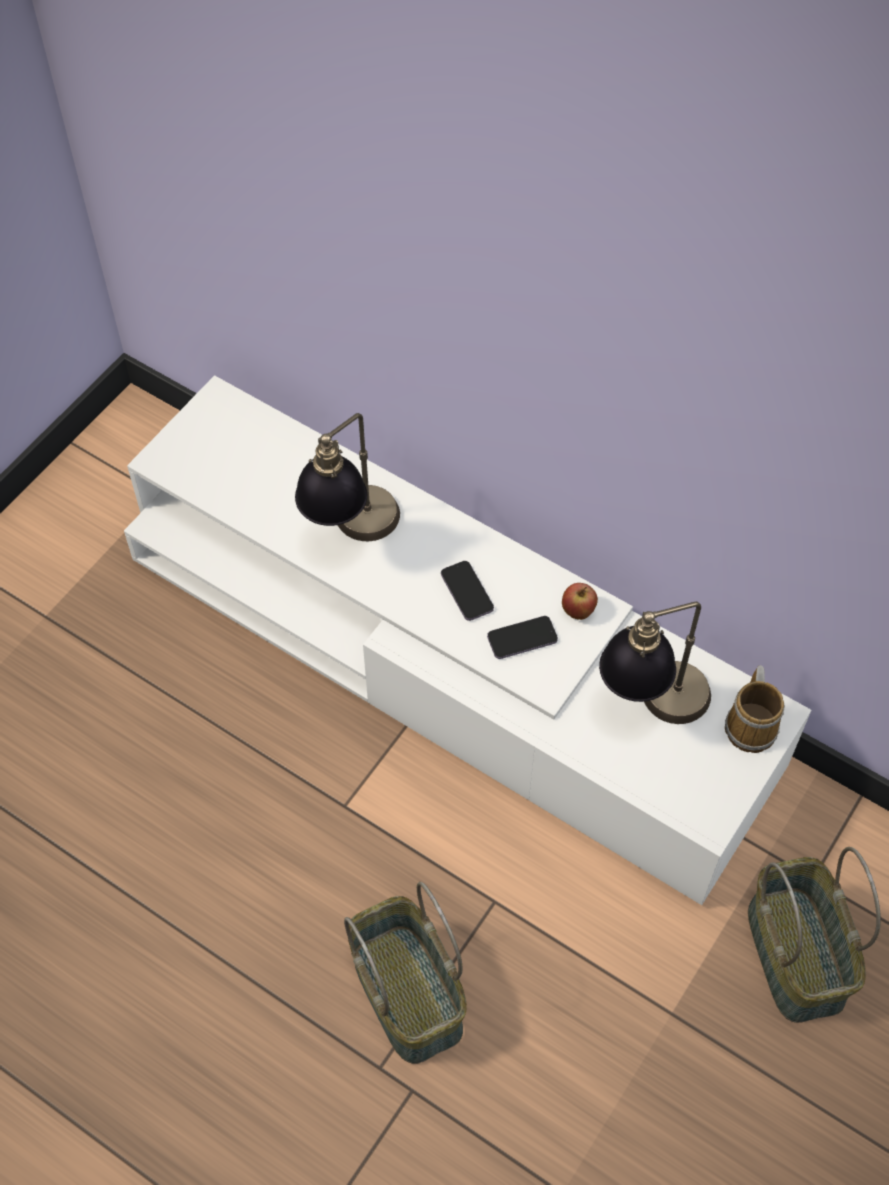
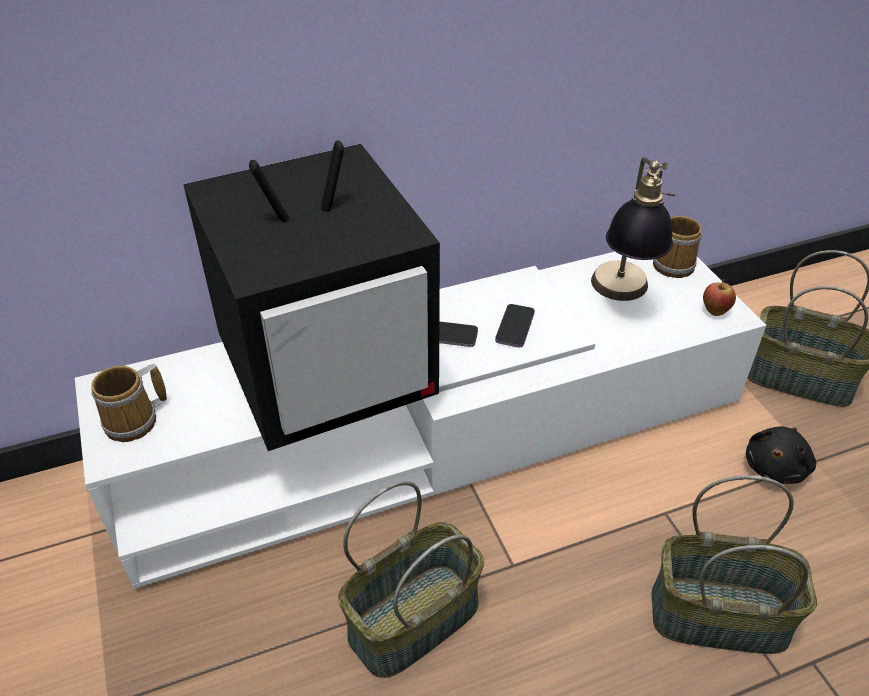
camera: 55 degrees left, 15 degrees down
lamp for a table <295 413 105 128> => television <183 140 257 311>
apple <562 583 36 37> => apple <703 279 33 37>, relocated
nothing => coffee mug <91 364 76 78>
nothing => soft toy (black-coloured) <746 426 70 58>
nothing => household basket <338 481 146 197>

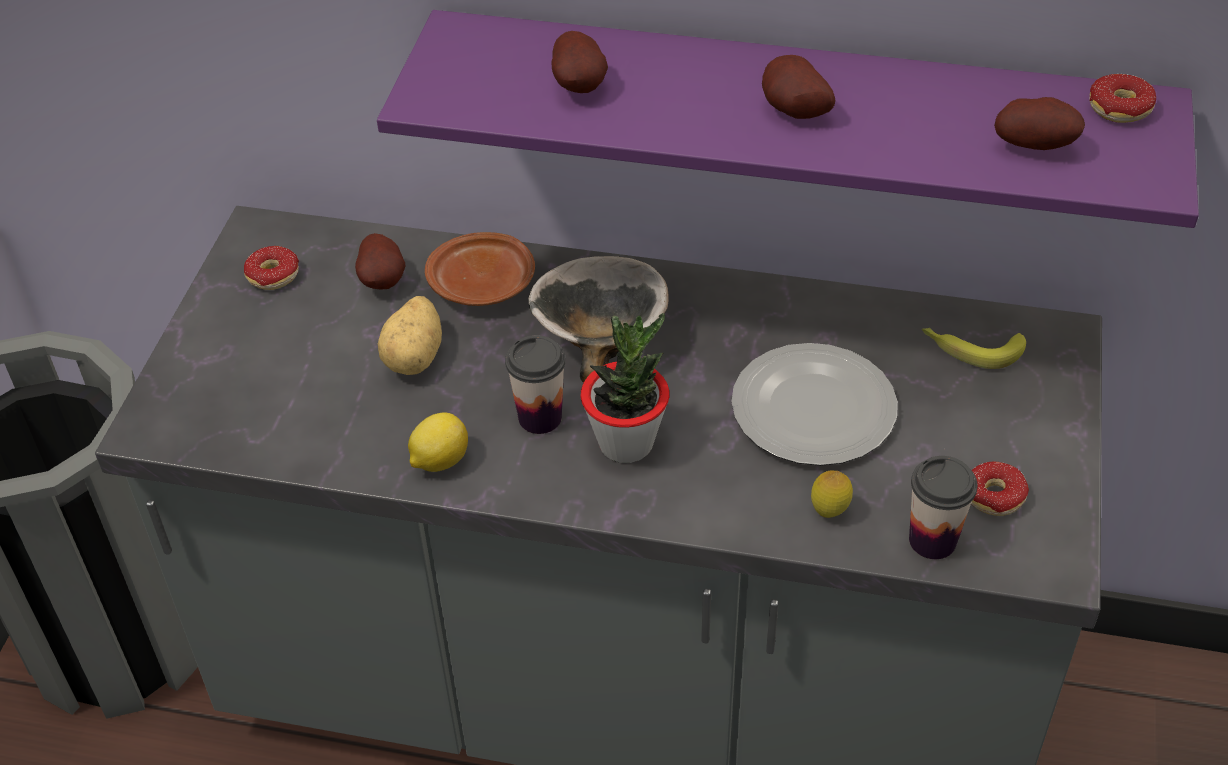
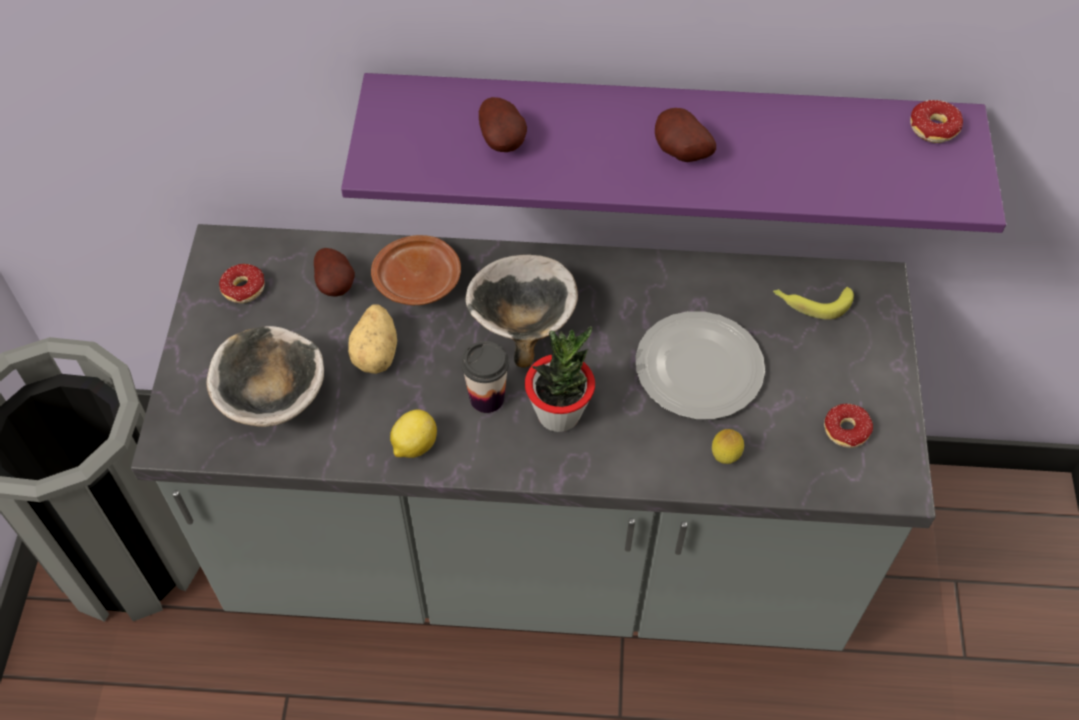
camera: 10 degrees left, 10 degrees up
spud <994 97 91 53> => nothing
small cup <909 456 68 103> => nothing
nothing => deep dish <206 326 118 101>

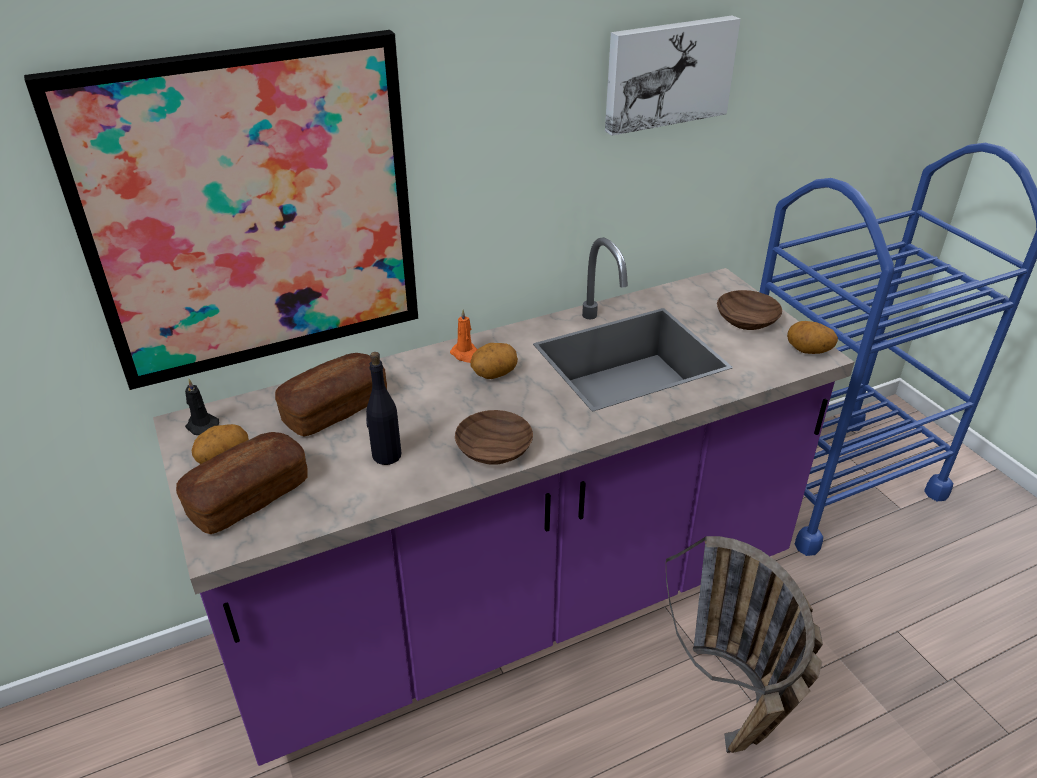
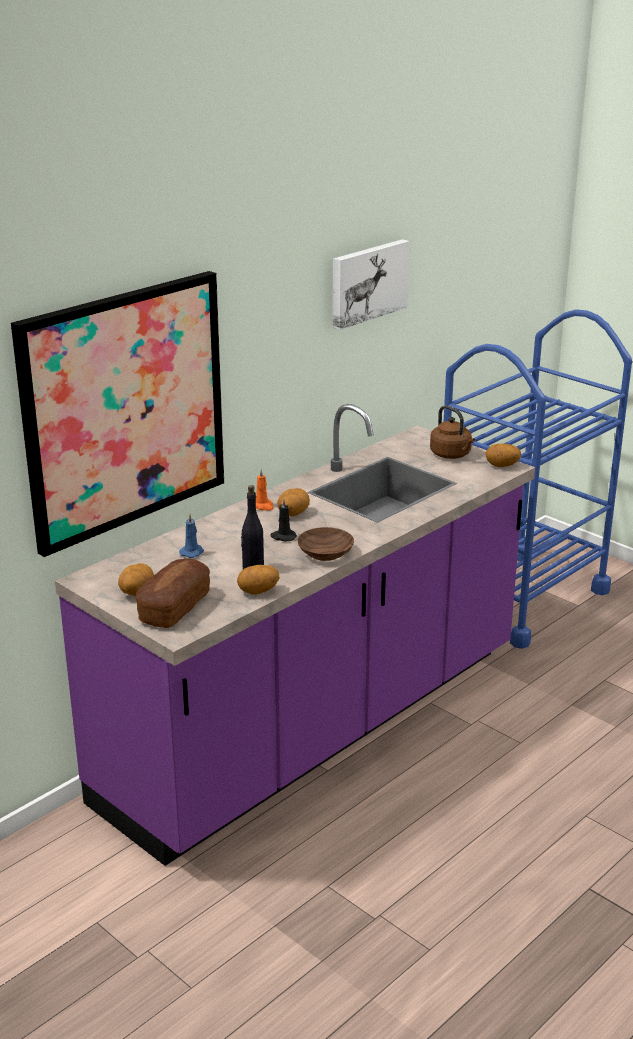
camera: 20 degrees left, 10 degrees down
deep dish (brownish) <717 290 65 40> => tea kettle (brownish) <430 405 45 54>
bread <275 353 112 83> => wax light (blue) <179 514 25 44>
wax light (black-coloured) <185 379 34 56> => wax light (black-coloured) <271 498 26 44>, relocated
household basket <666 536 157 217> => nothing
nothing => spud <237 565 43 30>

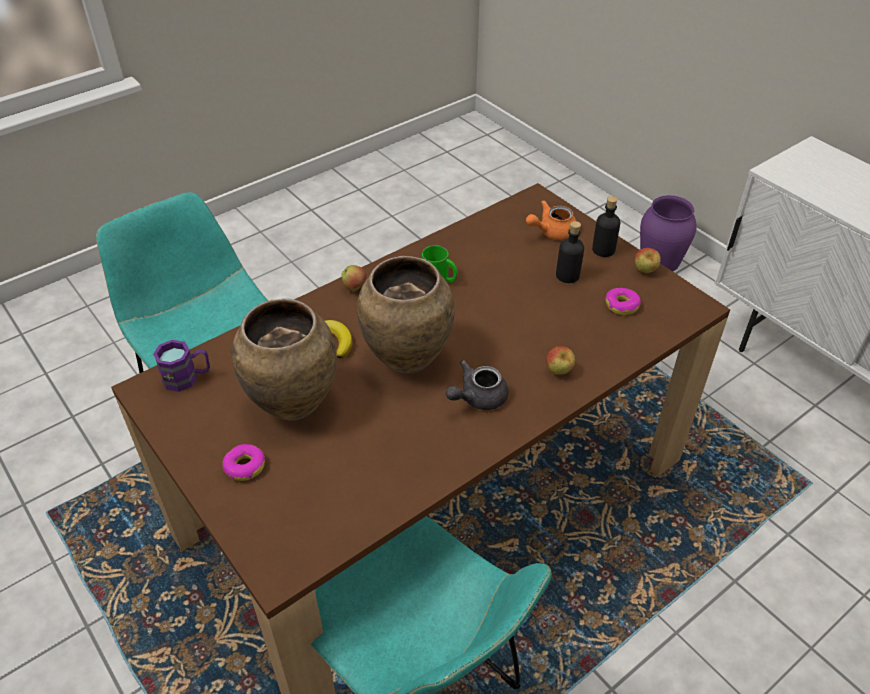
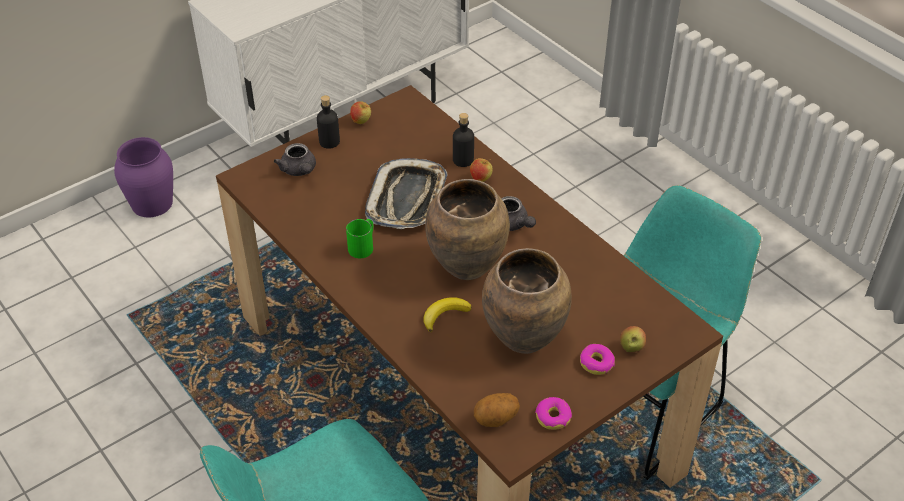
camera: 90 degrees left, 0 degrees up
teapot (orange-coloured) <526 200 50 40> => teapot (gray) <274 143 42 33>
beverage bottle (black-coloured) <556 221 28 62> => beverage bottle (black-coloured) <453 113 21 54>, relocated
apple <341 265 25 26> => apple <620 326 26 26>, relocated
donut <606 288 35 27> => donut <535 397 37 33>, relocated
coffee mug (purplish) <153 340 57 52> => spud <474 393 46 34>
nothing => carrying tray <365 158 83 71>

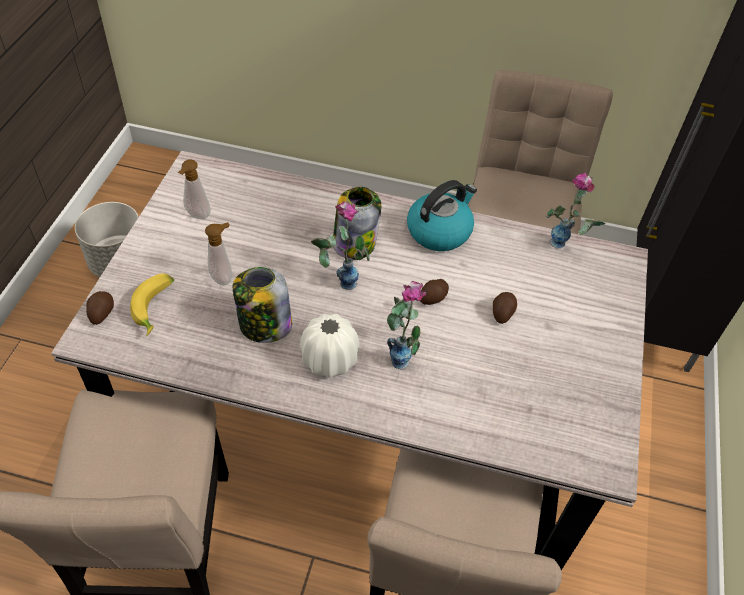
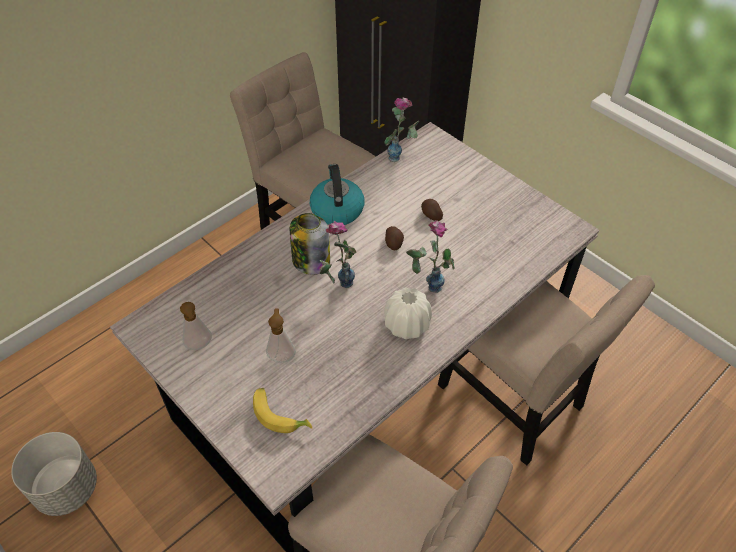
camera: 55 degrees left, 0 degrees up
preserve jar <233 267 59 76> => nothing
spud <86 291 28 34> => nothing

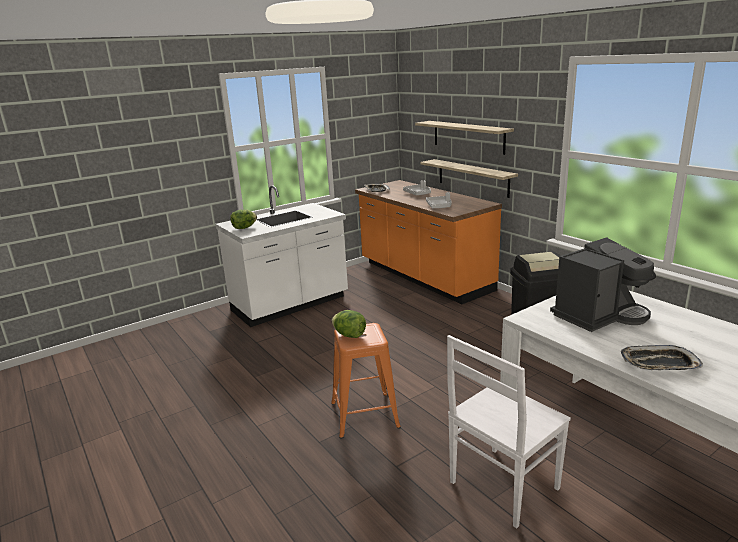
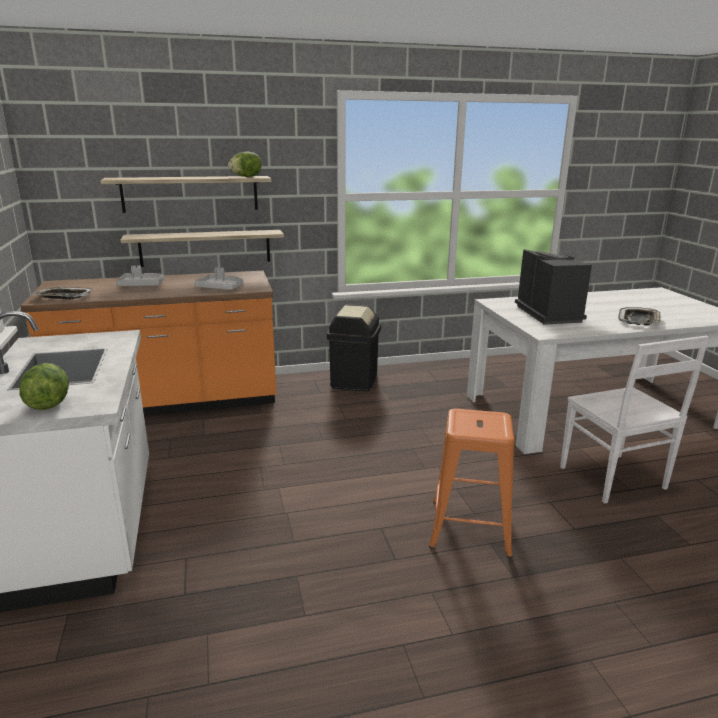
camera: 70 degrees left, 0 degrees up
lettuce head <332 310 34 28> => lettuce head <228 152 33 25>, relocated

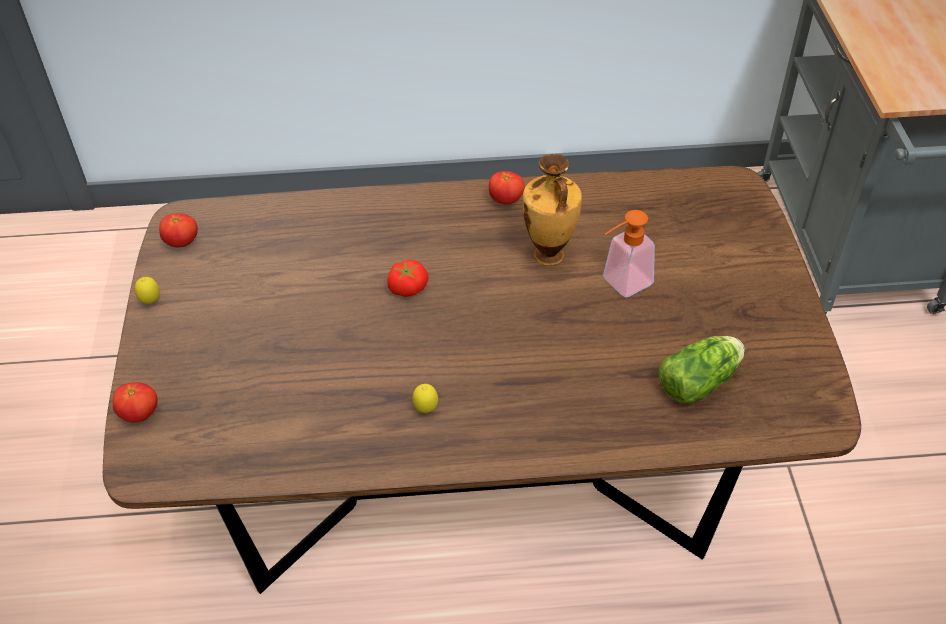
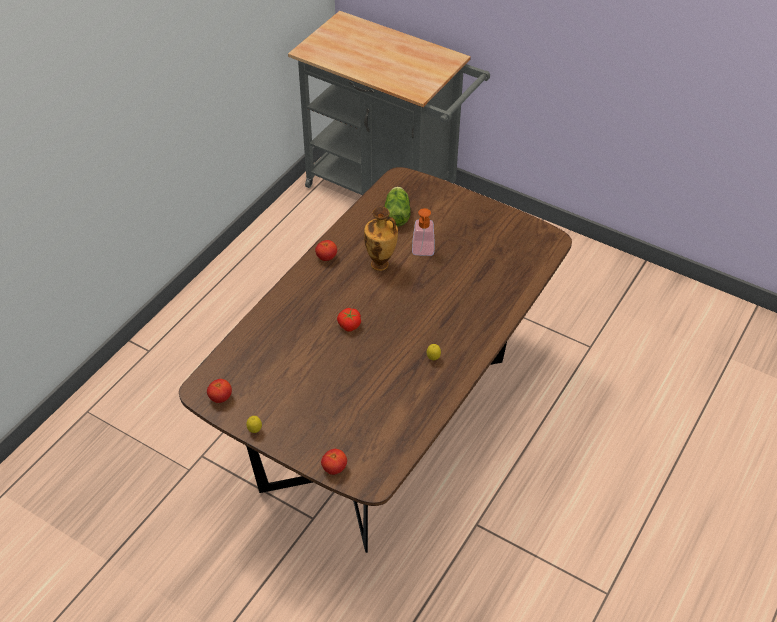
camera: 55 degrees left, 0 degrees up
lettuce head <659 336 86 67> => lettuce head <384 187 27 40>, relocated

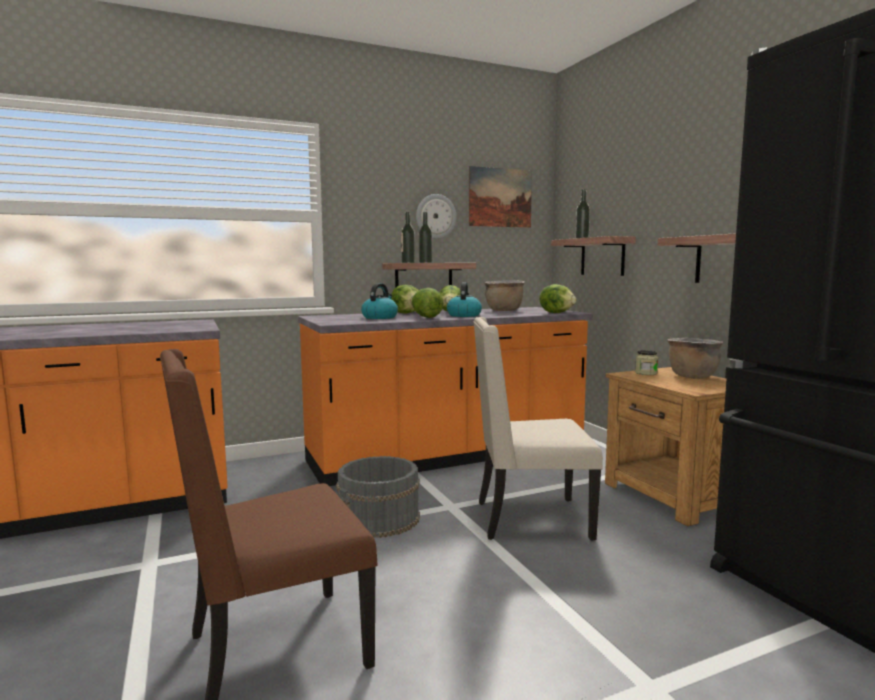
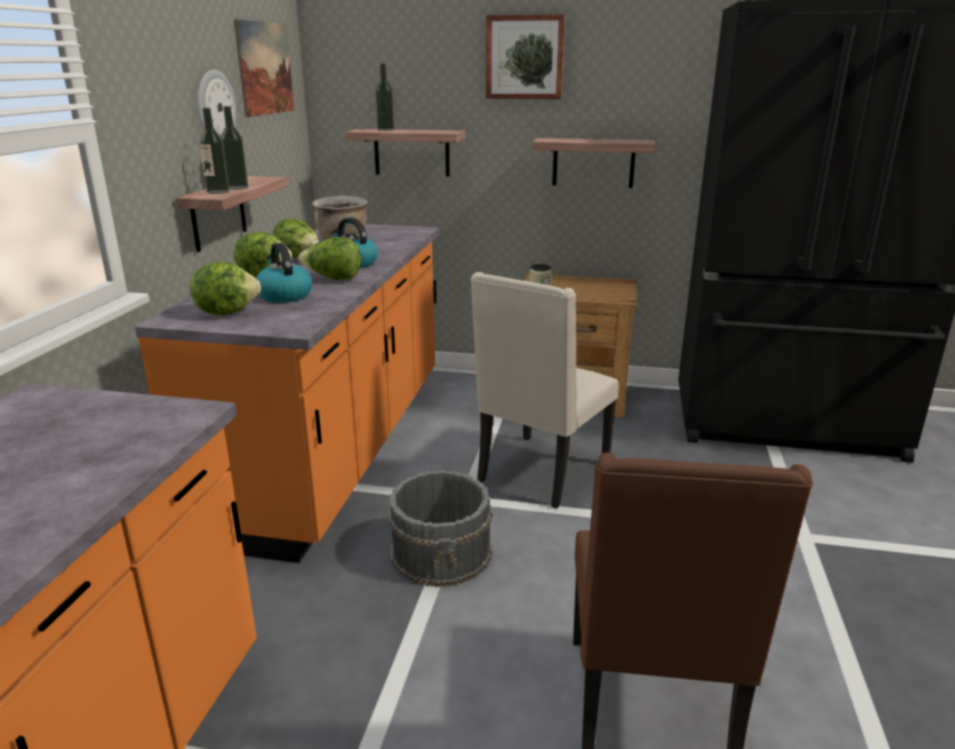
camera: 55 degrees left, 15 degrees up
lettuce head <539 284 37 29> => lettuce head <190 262 71 53>, relocated
saucepot (brownish) <667 338 56 41> => nothing
nothing => wall art <486 14 79 85>

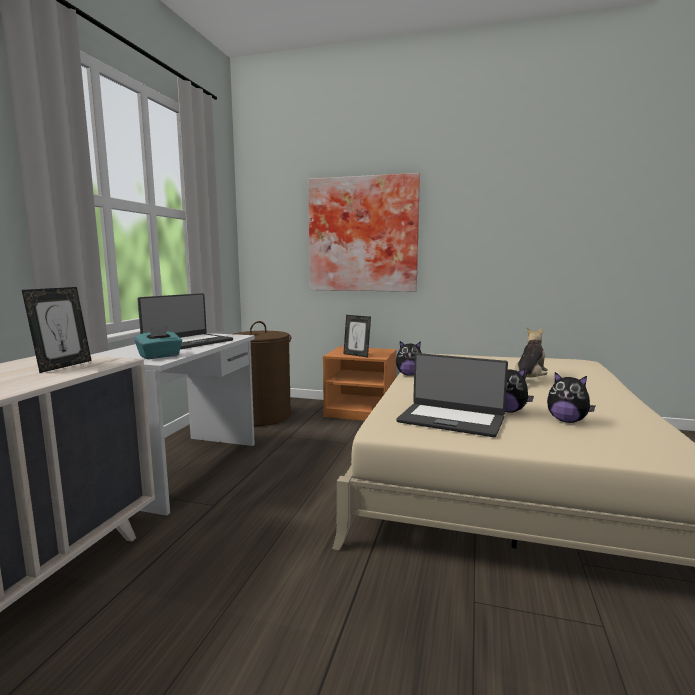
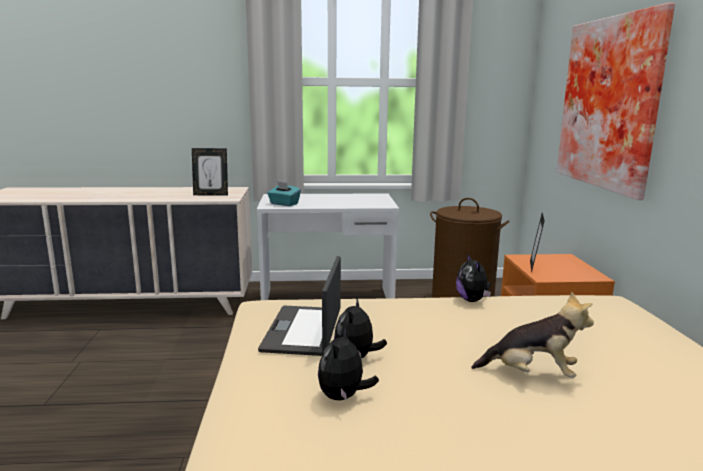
camera: 70 degrees right, 5 degrees up
notebook computer <138 293 95 56> => nothing

